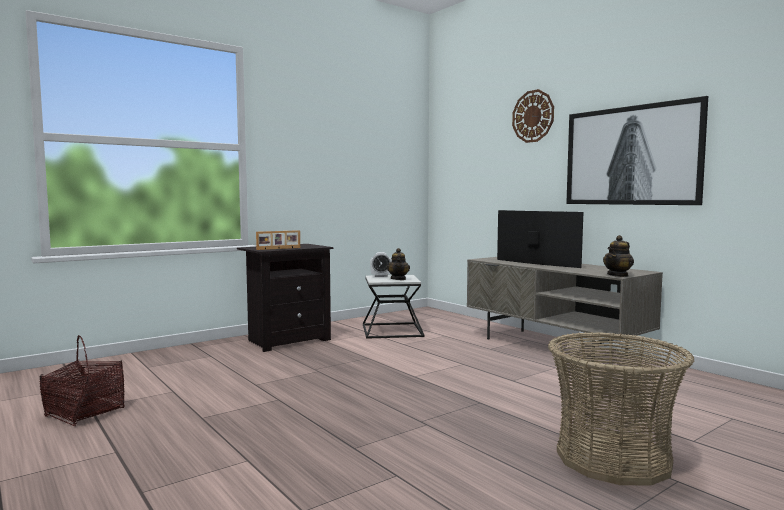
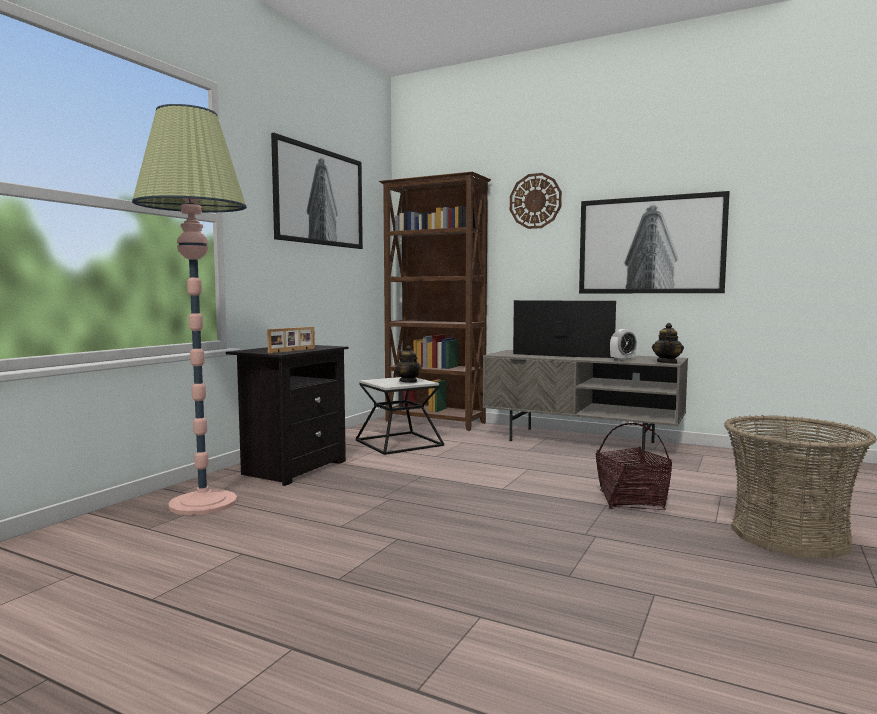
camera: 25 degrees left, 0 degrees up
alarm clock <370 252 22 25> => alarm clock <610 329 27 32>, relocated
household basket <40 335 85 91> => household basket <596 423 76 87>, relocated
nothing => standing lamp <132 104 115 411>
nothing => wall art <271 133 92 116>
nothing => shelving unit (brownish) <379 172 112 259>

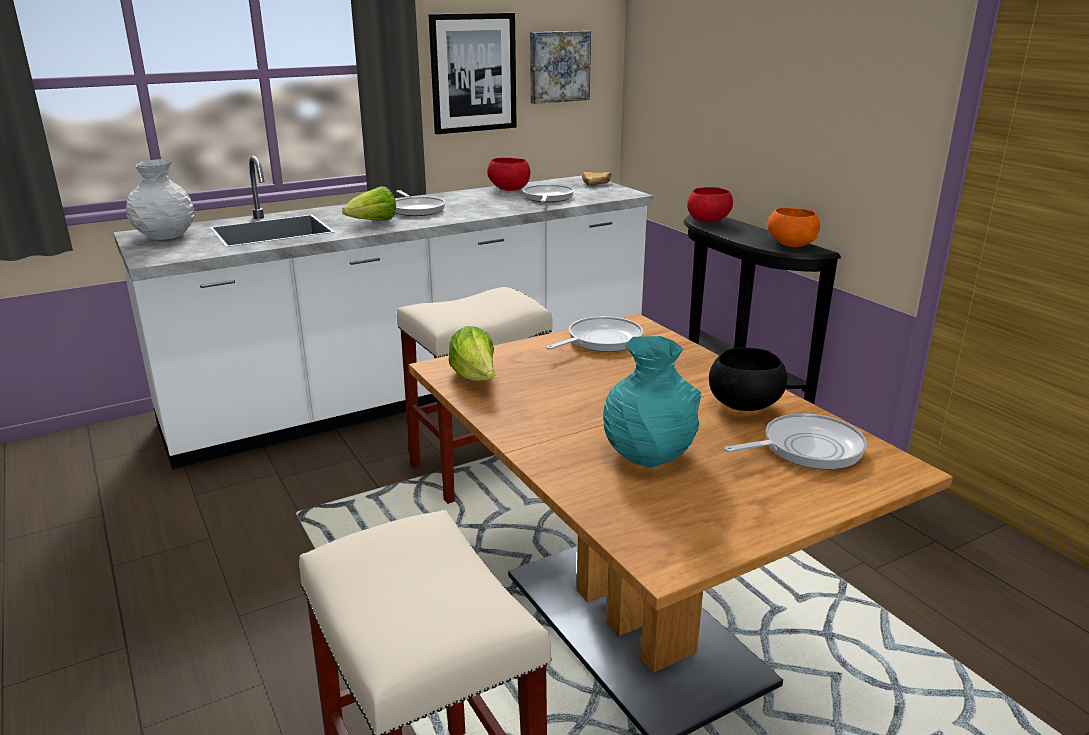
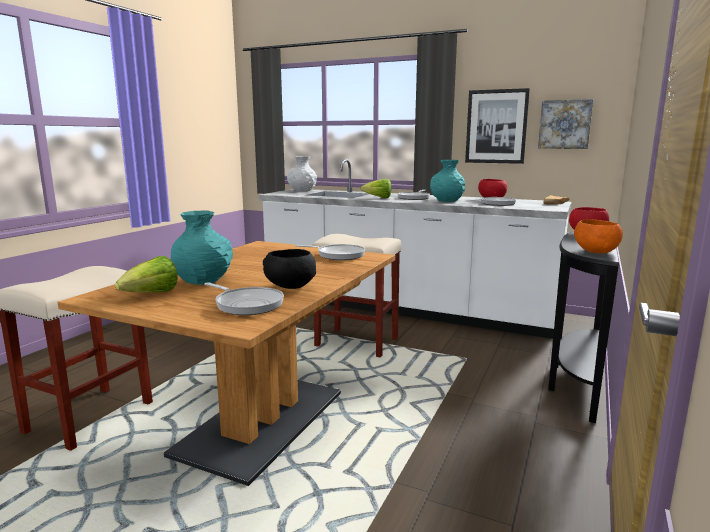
camera: 55 degrees right, 10 degrees down
lettuce head <449 326 46 55> => lettuce head <115 256 63 36>, relocated
nothing => flower vase (turquoise-coloured) <430 160 35 42>

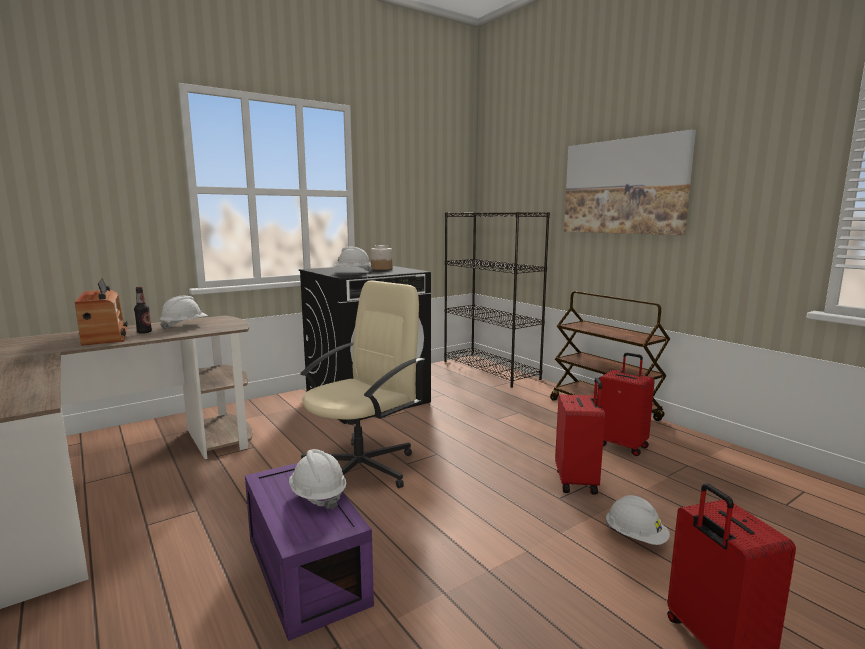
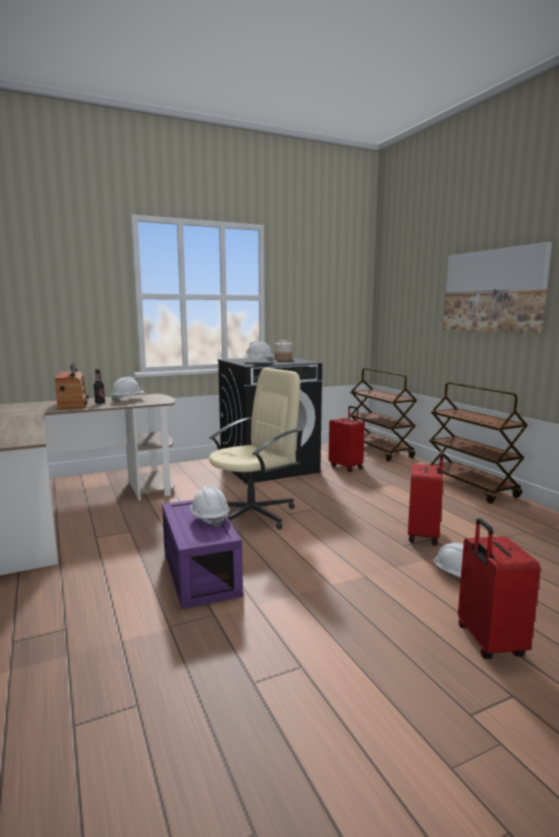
camera: 10 degrees right, 0 degrees up
shelving unit (black-coloured) <444 212 106 176> => trolley (brownish) <350 368 67 93>
piece of luggage (reddish) <597 353 58 103> => piece of luggage (reddish) <329 406 36 66>, relocated

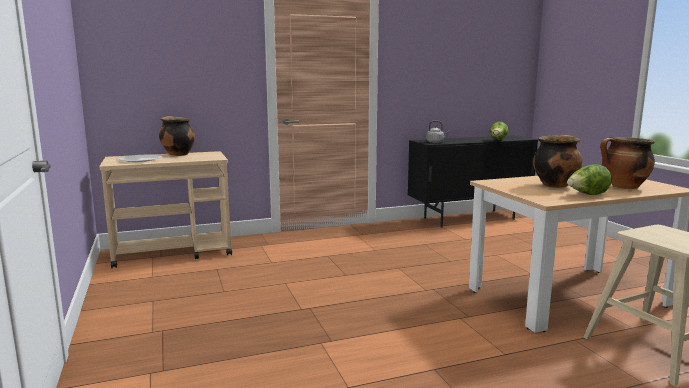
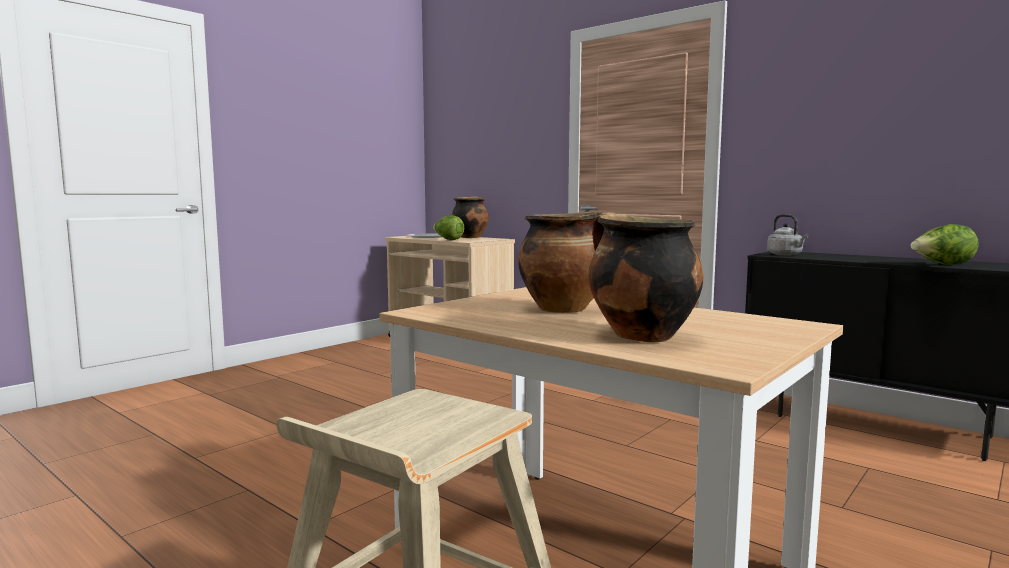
camera: 60 degrees right, 5 degrees down
lettuce head <567 164 45 31> => lettuce head <433 215 31 25>, relocated

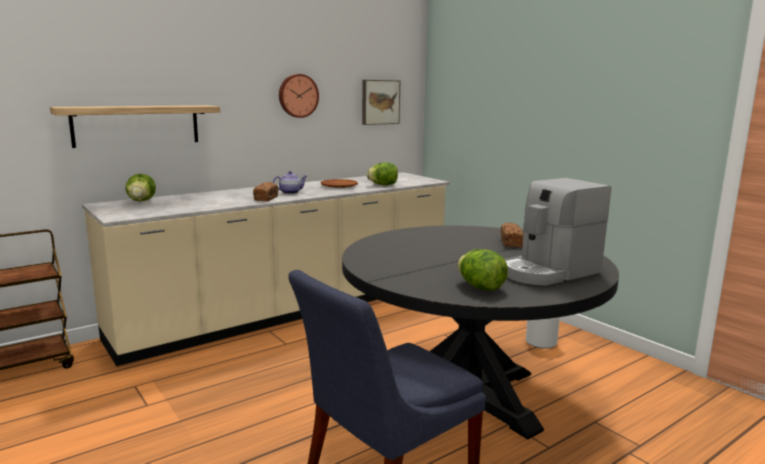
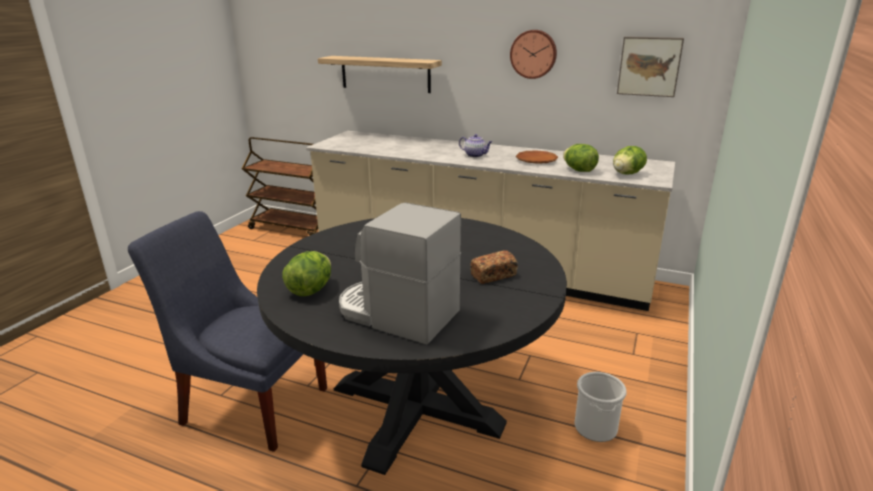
camera: 60 degrees right, 10 degrees up
lettuce head <125 174 31 28> => lettuce head <613 146 34 28>, relocated
bread <253 182 26 19> => nothing

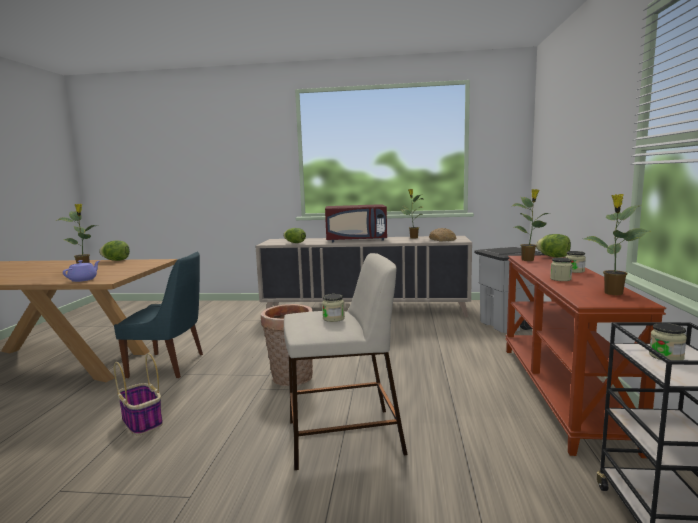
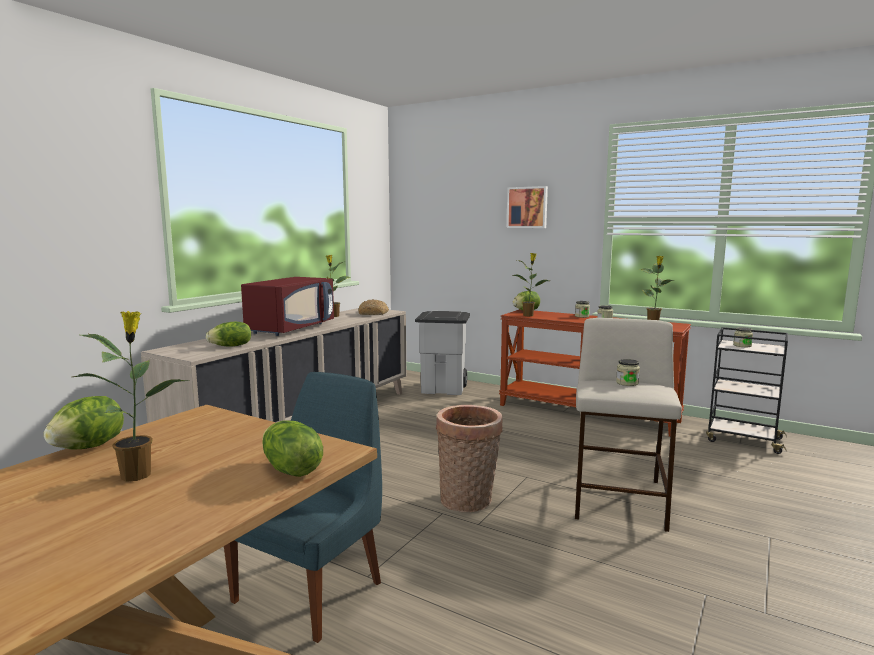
camera: 65 degrees left, 0 degrees up
teapot (purplish) <63 260 36 22> => lettuce head <262 421 61 56>
household basket <114 353 49 83> => nothing
nothing => wall art <507 186 41 42>

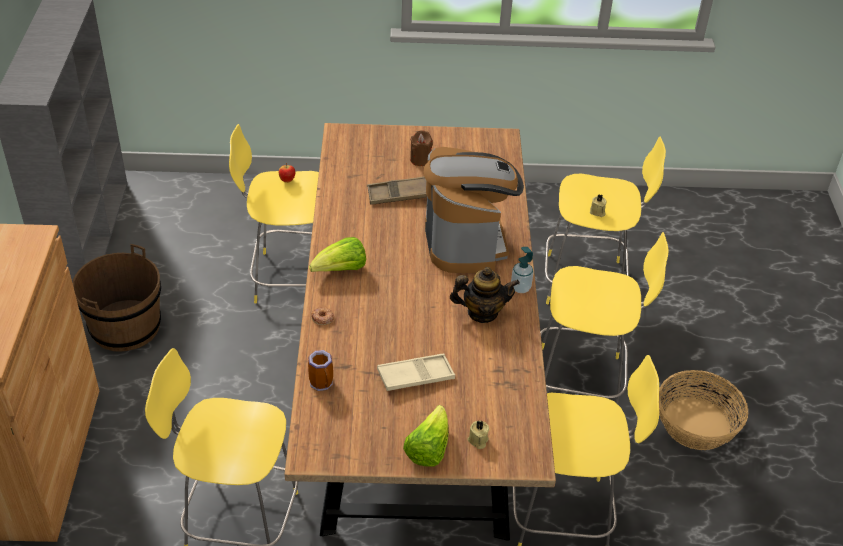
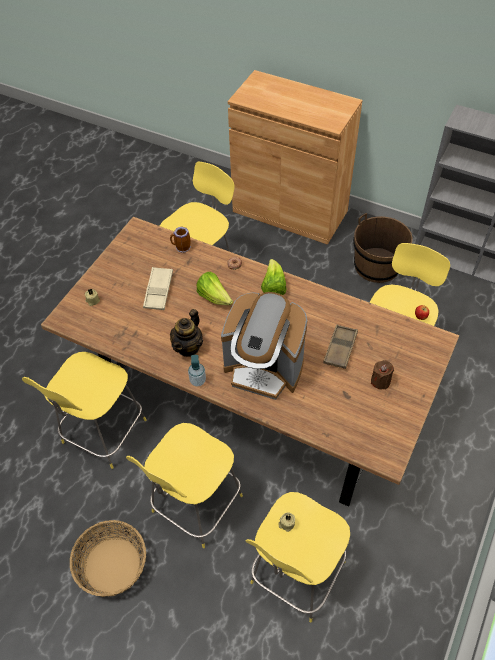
camera: 120 degrees right, 10 degrees up
lettuce head <403 405 46 62> => lettuce head <197 271 36 34>, relocated

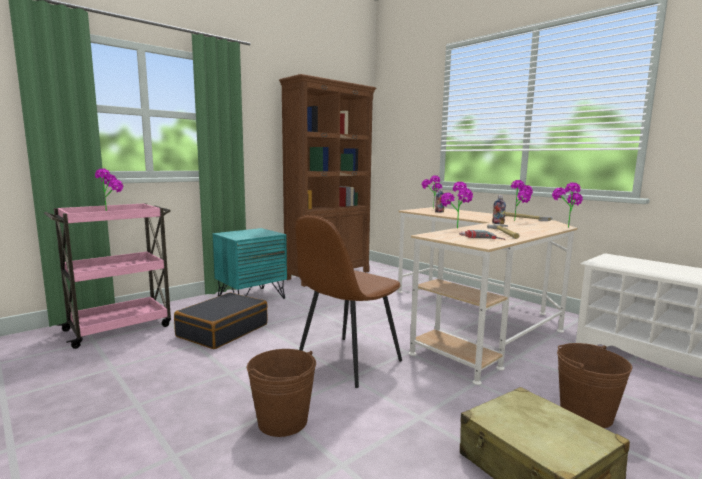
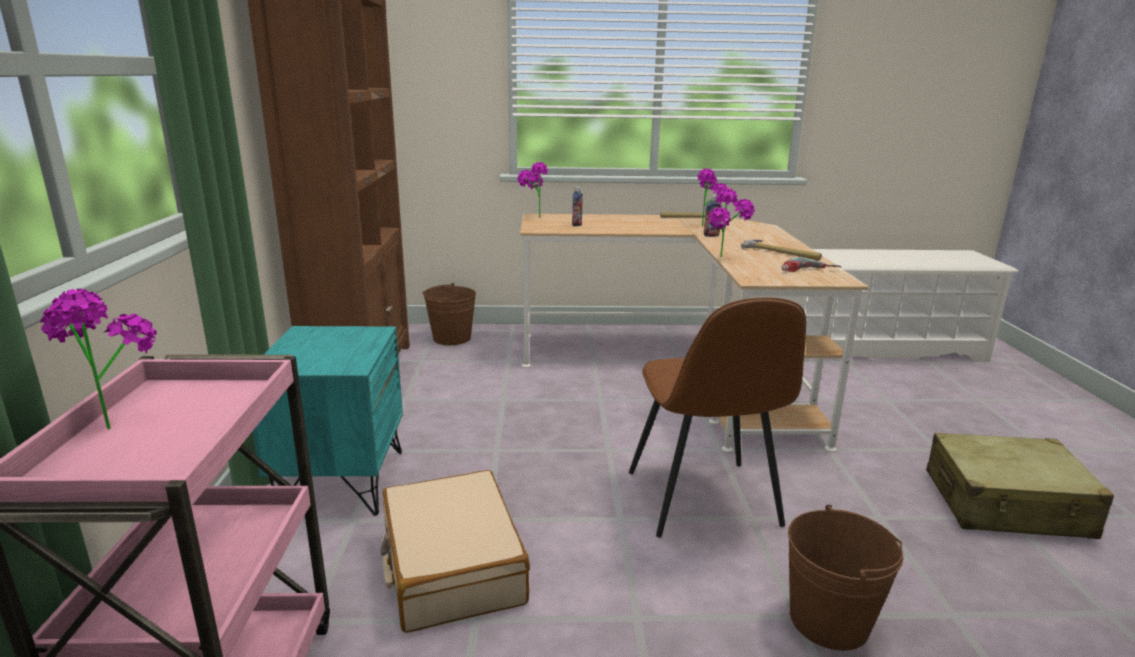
camera: 50 degrees left, 10 degrees up
houseplant <552 182 31 46> => nothing
piece of luggage (black-coloured) <174 292 94 57> => piece of luggage (sand-coloured) <381 470 149 163>
bucket (brownish) <557 343 75 85> => bucket (brownish) <423 283 53 62>, relocated

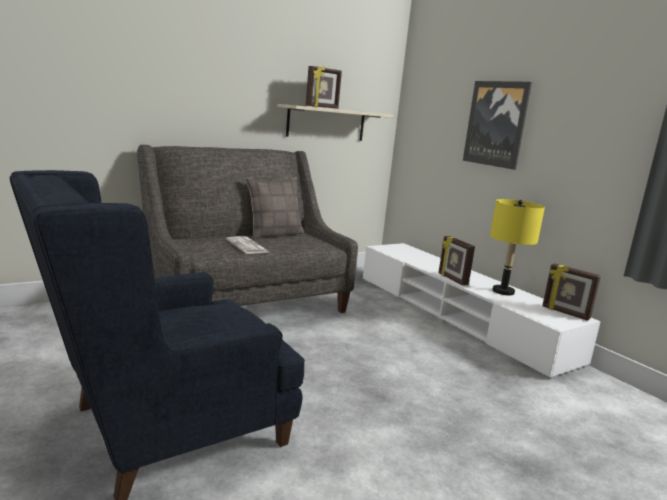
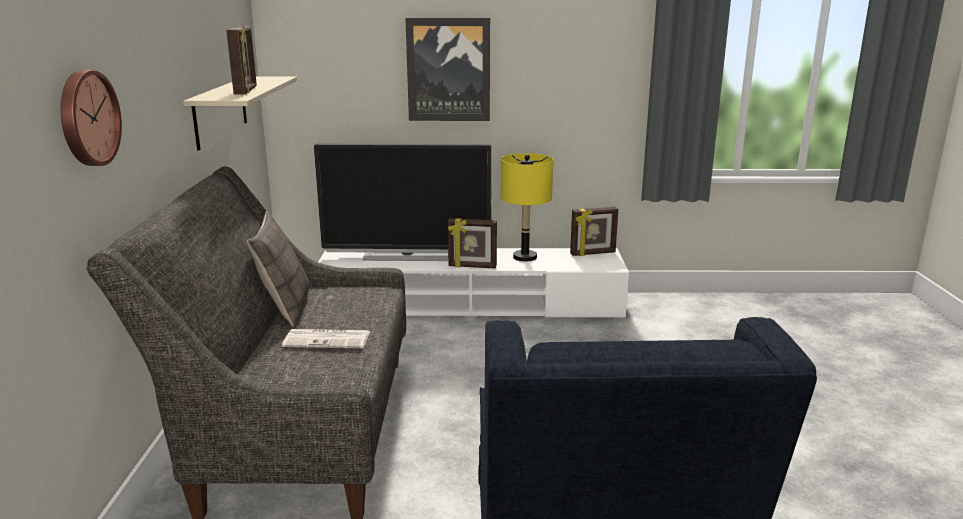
camera: 55 degrees left, 5 degrees up
nothing => hanging clock <61 70 61 96>
nothing => television <314 144 178 117>

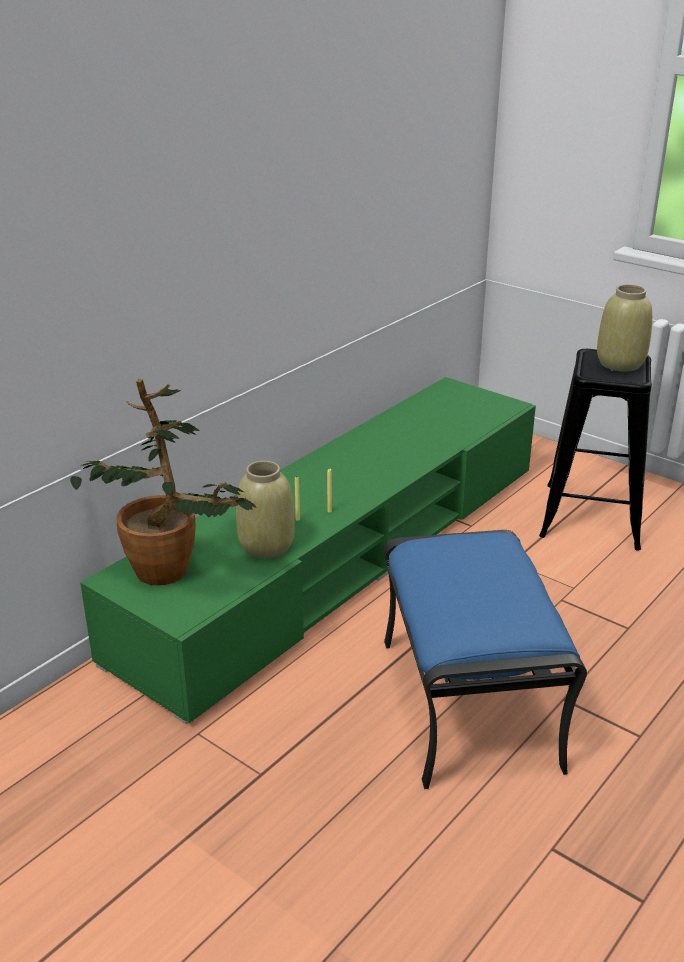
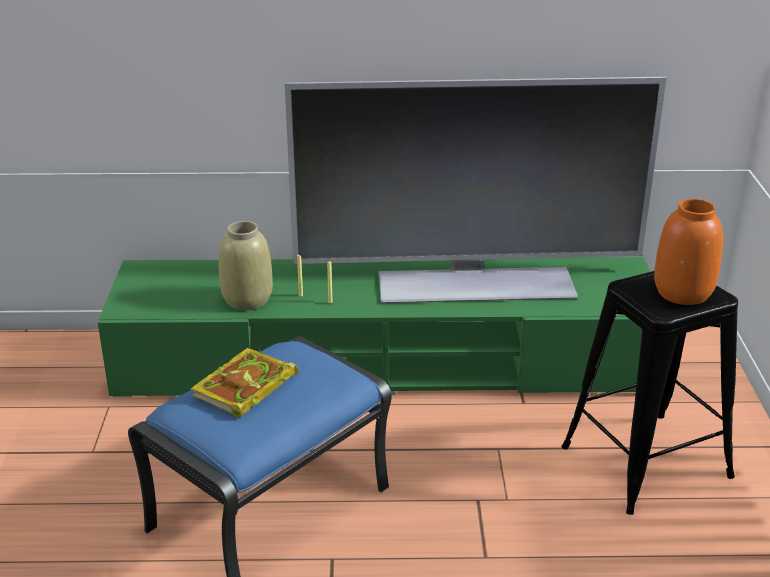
camera: 50 degrees right, 0 degrees up
flower vase (sand-coloured) <597 284 55 88> => flower vase (orange-coloured) <654 199 69 106>
houseplant <70 379 187 207> => nothing
nothing => television <285 77 381 226>
nothing => volume <191 348 107 70>

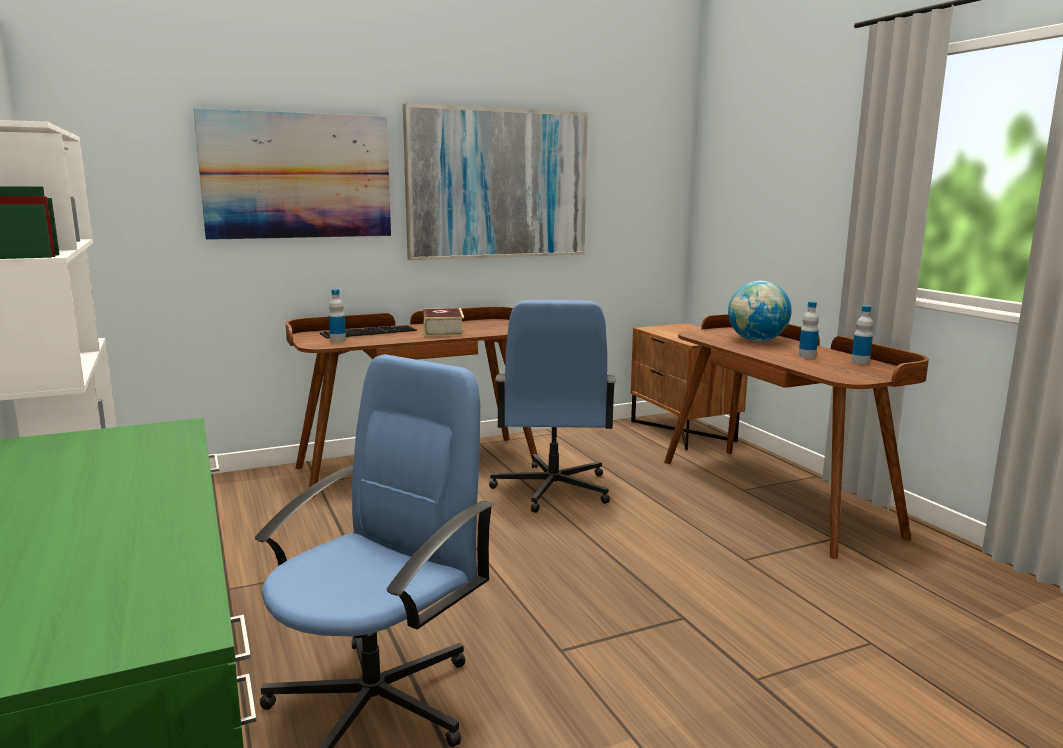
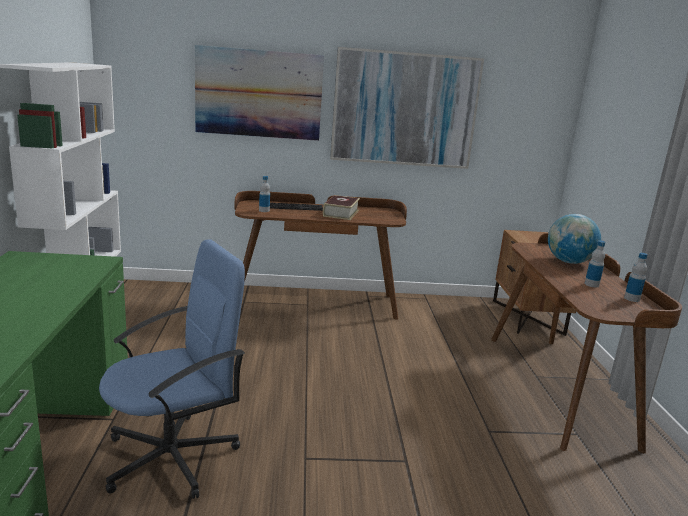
camera: 20 degrees right, 5 degrees up
office chair (blue) <489 300 128 213> => nothing

